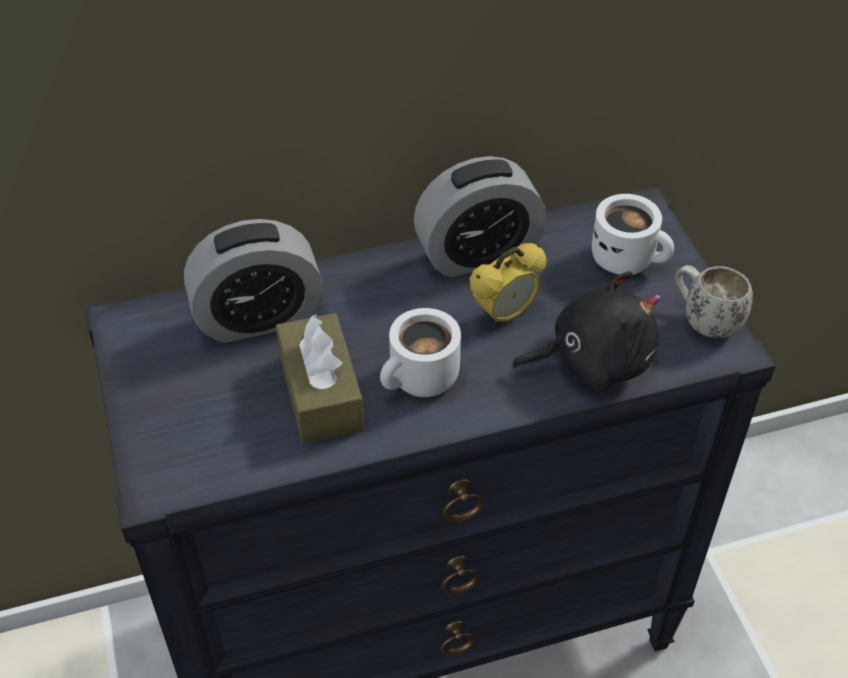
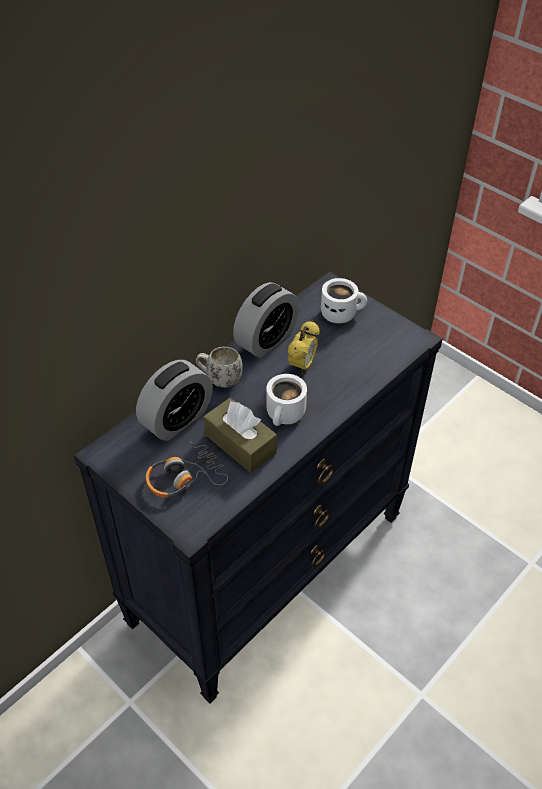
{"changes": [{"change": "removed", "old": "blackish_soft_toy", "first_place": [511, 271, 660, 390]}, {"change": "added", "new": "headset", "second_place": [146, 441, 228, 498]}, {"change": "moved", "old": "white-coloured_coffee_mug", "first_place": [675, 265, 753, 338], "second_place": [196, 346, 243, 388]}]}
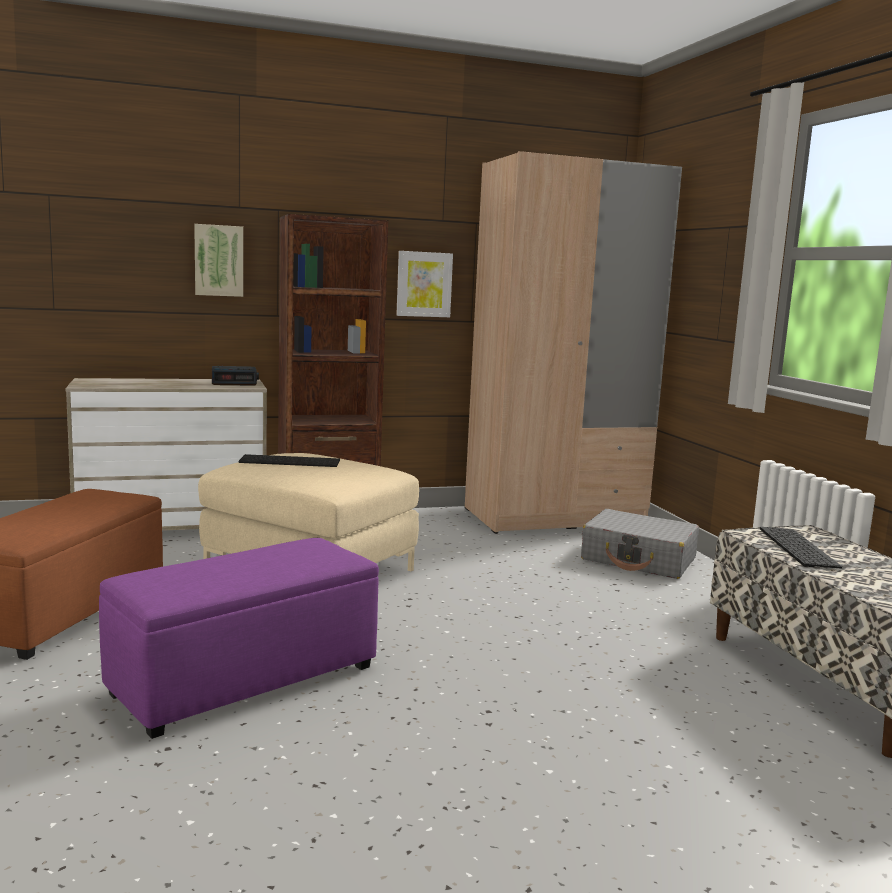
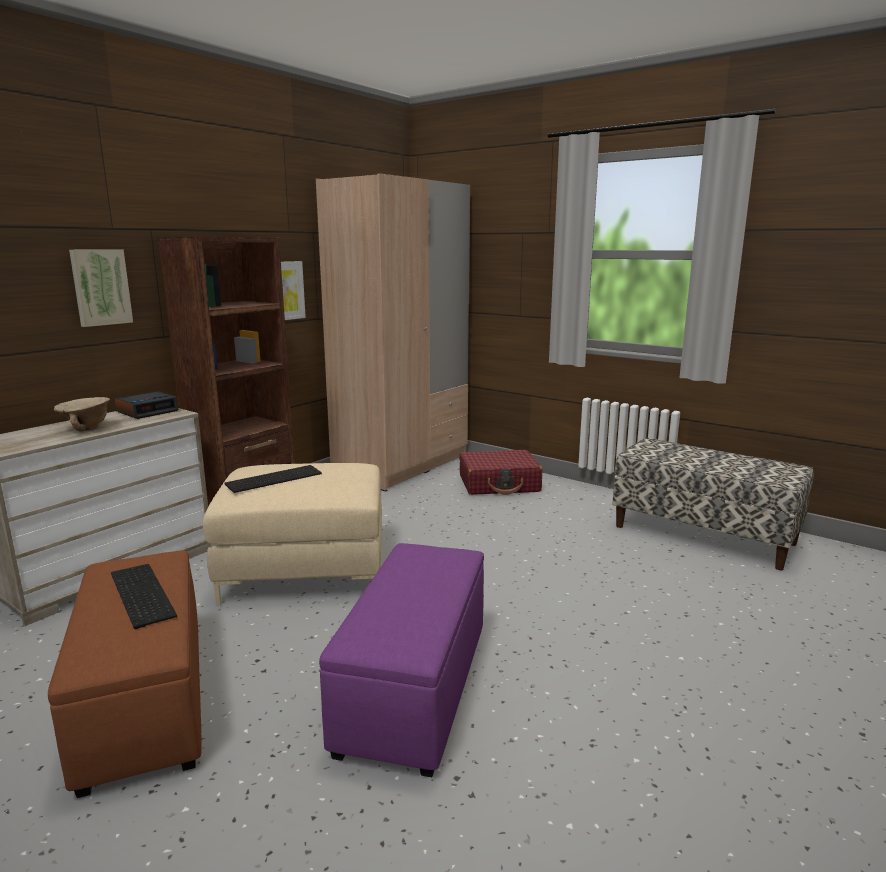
{"changes": [{"change": "added", "new": "sand-coloured_serving_bowl", "second_place": [54, 397, 110, 432]}, {"change": "moved", "old": "PC_keyboard", "first_place": [760, 527, 842, 569], "second_place": [111, 564, 177, 629]}, {"change": "recoloured", "old": "grey_suitcase", "new": "red-coloured_suitcase", "first_place": [581, 509, 699, 579], "second_place": [459, 450, 542, 495]}]}
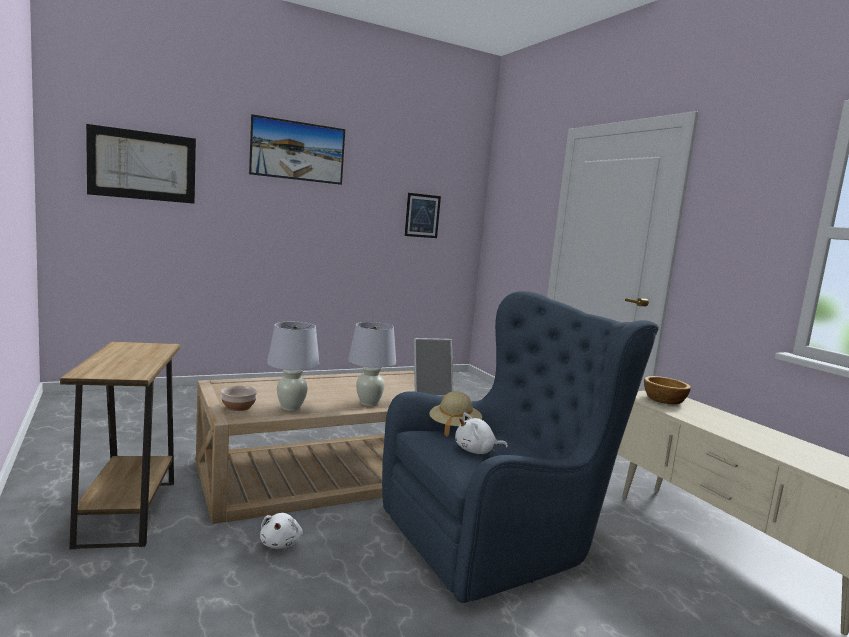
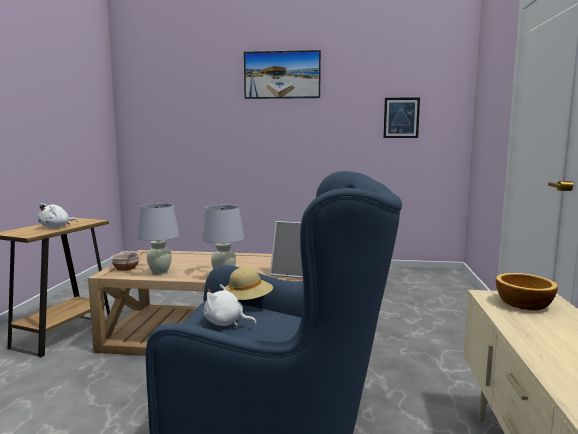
{"changes": [{"change": "removed", "old": "wall_picture", "first_place": [86, 124, 196, 204]}, {"change": "moved", "old": "white-coloured_soft_toy", "first_place": [260, 513, 303, 549], "second_place": [38, 203, 77, 228]}]}
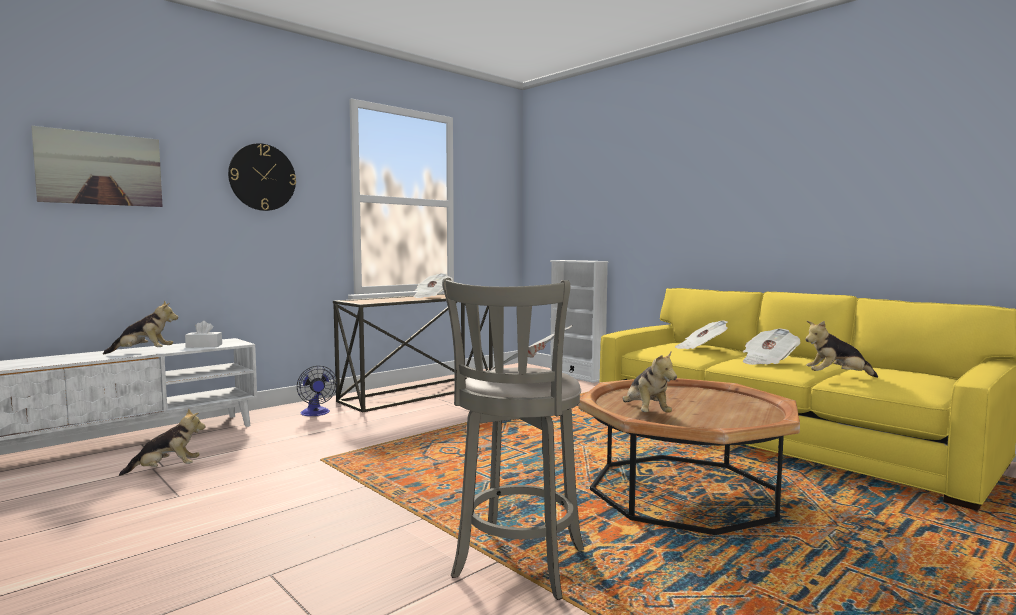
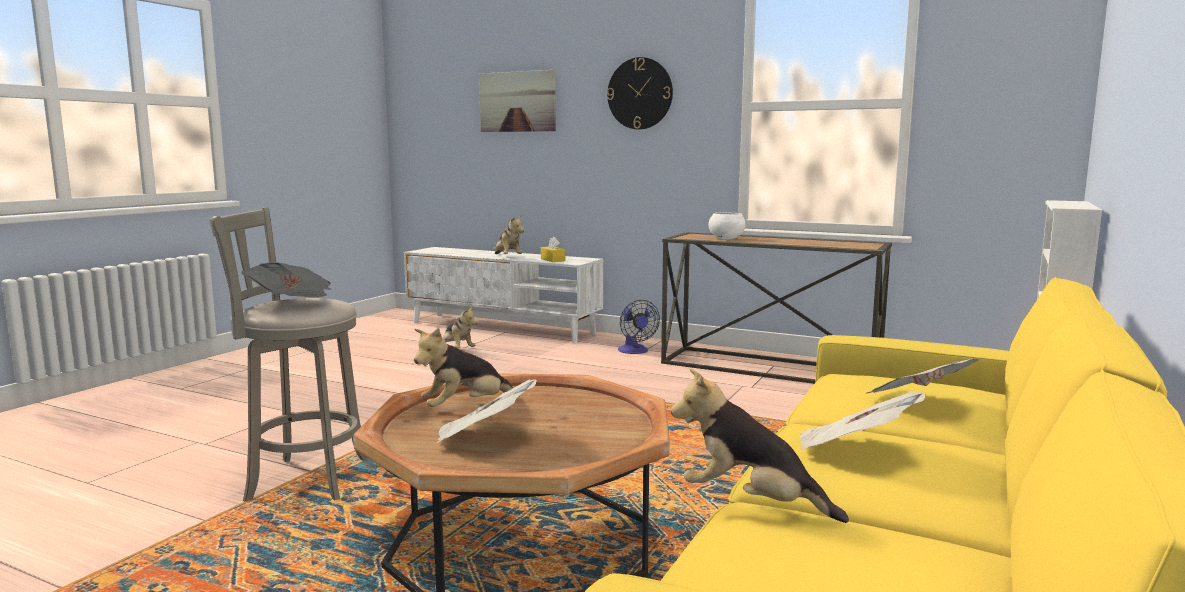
{"changes": [{"change": "added", "new": "white-coloured_serving_bowl", "second_place": [708, 212, 746, 239]}, {"change": "moved", "old": "newspaper", "first_place": [413, 273, 453, 298], "second_place": [436, 379, 537, 443]}, {"change": "recoloured", "old": "white-coloured_box_of_tissues", "new": "yellow_box_of_tissues", "first_place": [185, 321, 222, 348], "second_place": [541, 237, 565, 262]}, {"change": "turned", "old": "electric_fan", "first_place": [297, 366, 338, 416], "second_place": [618, 300, 660, 354], "degrees": -60}, {"change": "turned", "old": "soft_toy", "first_place": [805, 320, 878, 378], "second_place": [671, 368, 849, 523], "degrees": -45}]}
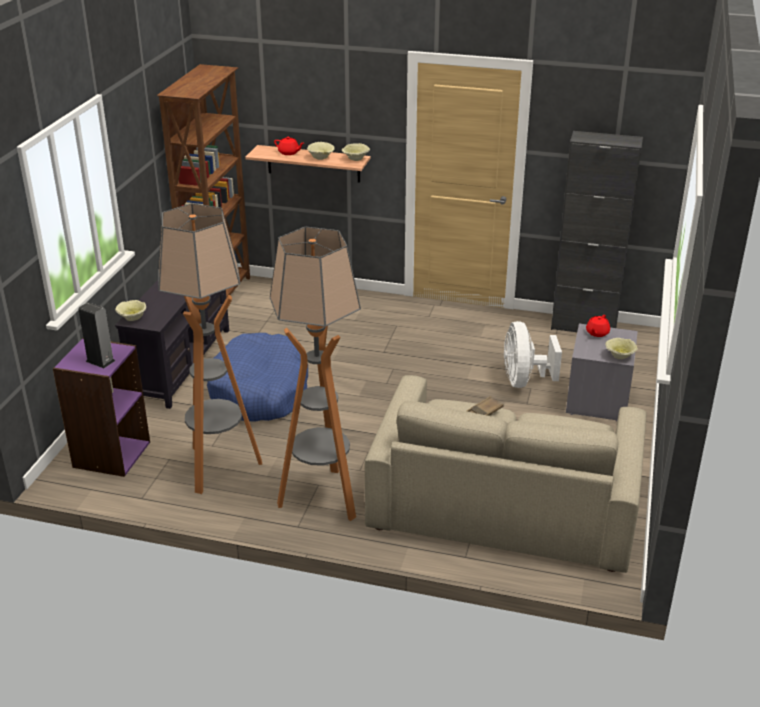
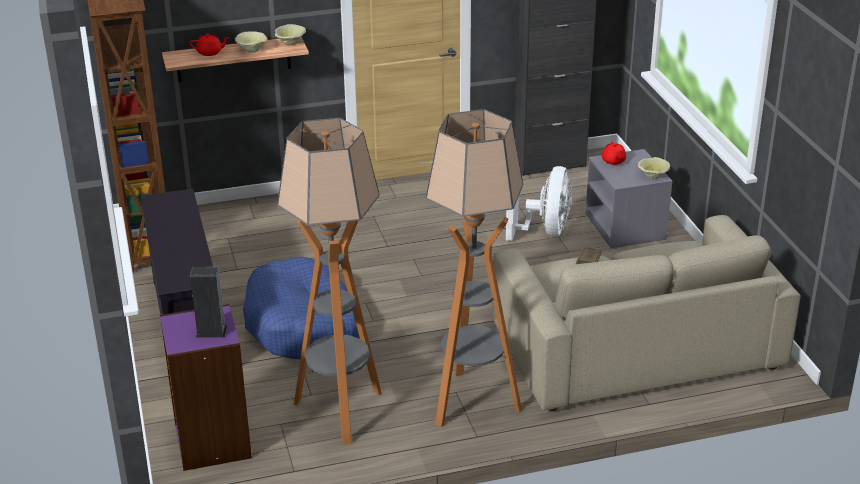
{"changes": [{"change": "removed", "old": "sand-coloured_serving_bowl", "first_place": [115, 300, 146, 321]}, {"change": "turned", "old": "white-coloured_electric_fan", "first_place": [504, 321, 562, 388], "second_place": [506, 166, 572, 241], "degrees": -135}]}
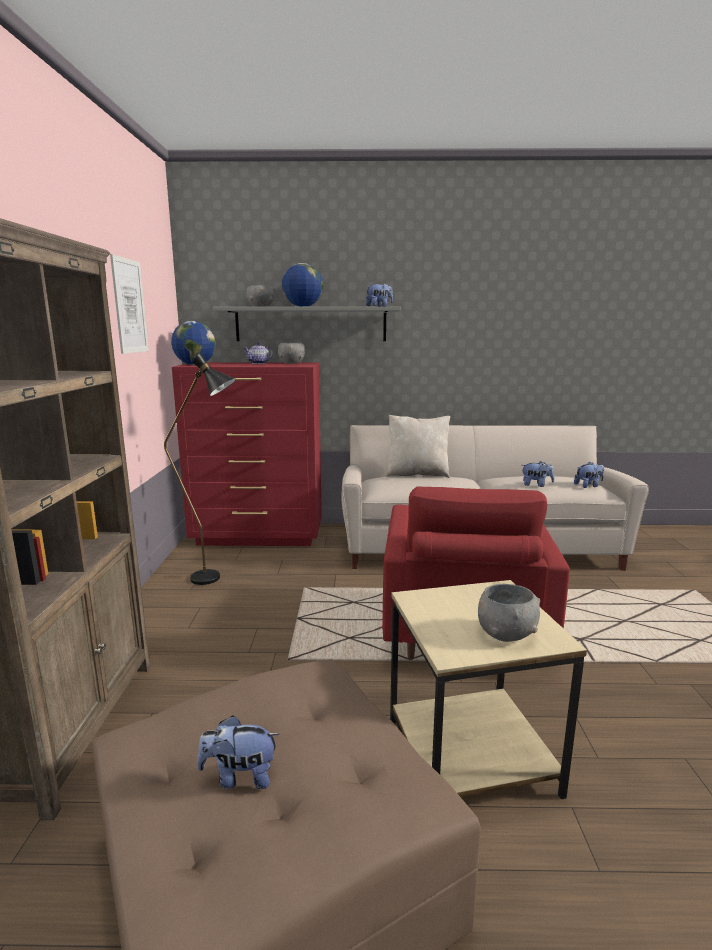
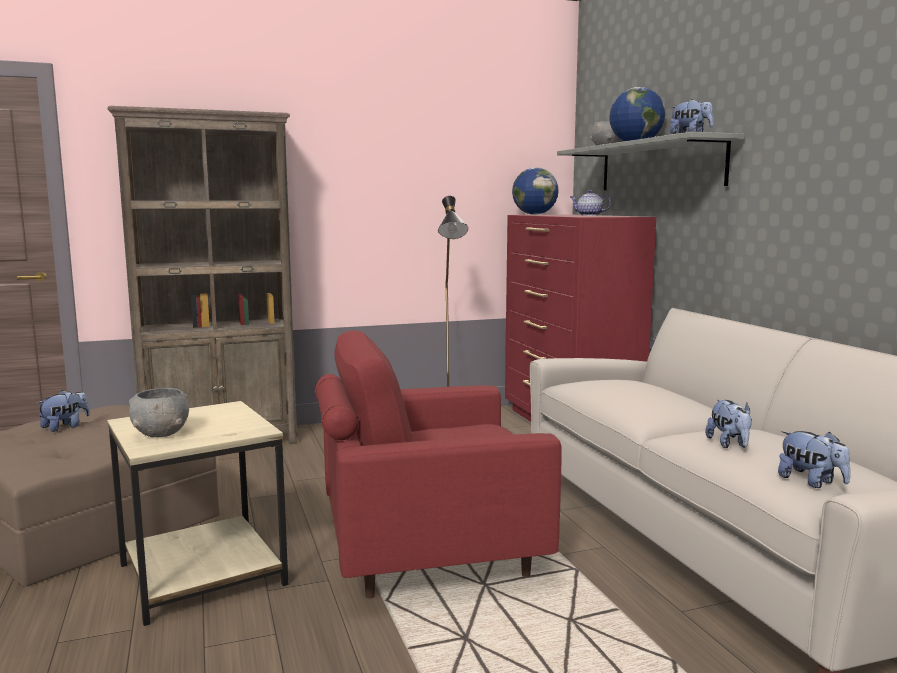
{"changes": [{"change": "removed", "old": "wall_picture", "first_place": [110, 254, 149, 354]}, {"change": "removed", "old": "grey_serving_bowl", "first_place": [278, 342, 305, 364]}, {"change": "removed", "old": "sand-coloured_pillow", "first_place": [386, 415, 450, 478]}, {"change": "turned", "old": "soft_toy", "first_place": [197, 715, 279, 789], "second_place": [37, 390, 90, 432], "degrees": 60}]}
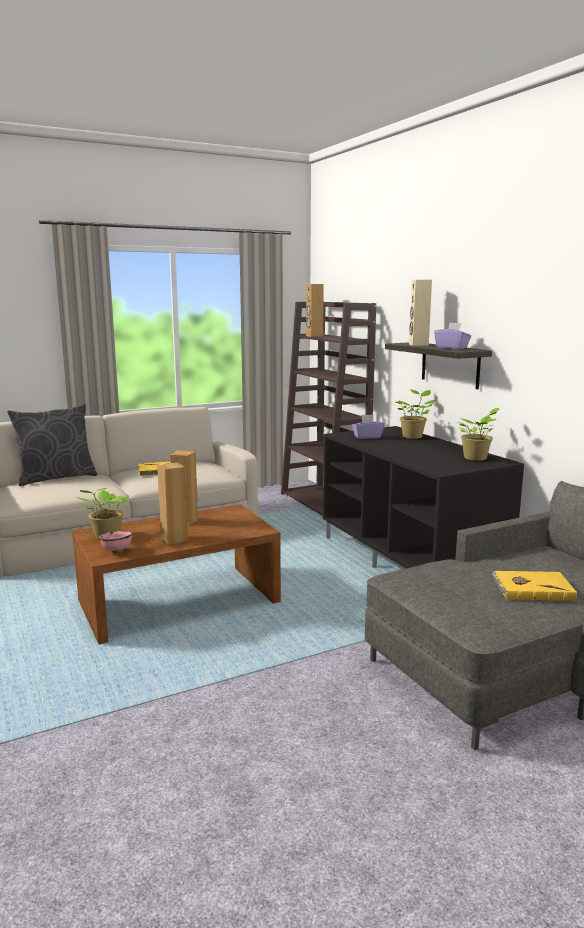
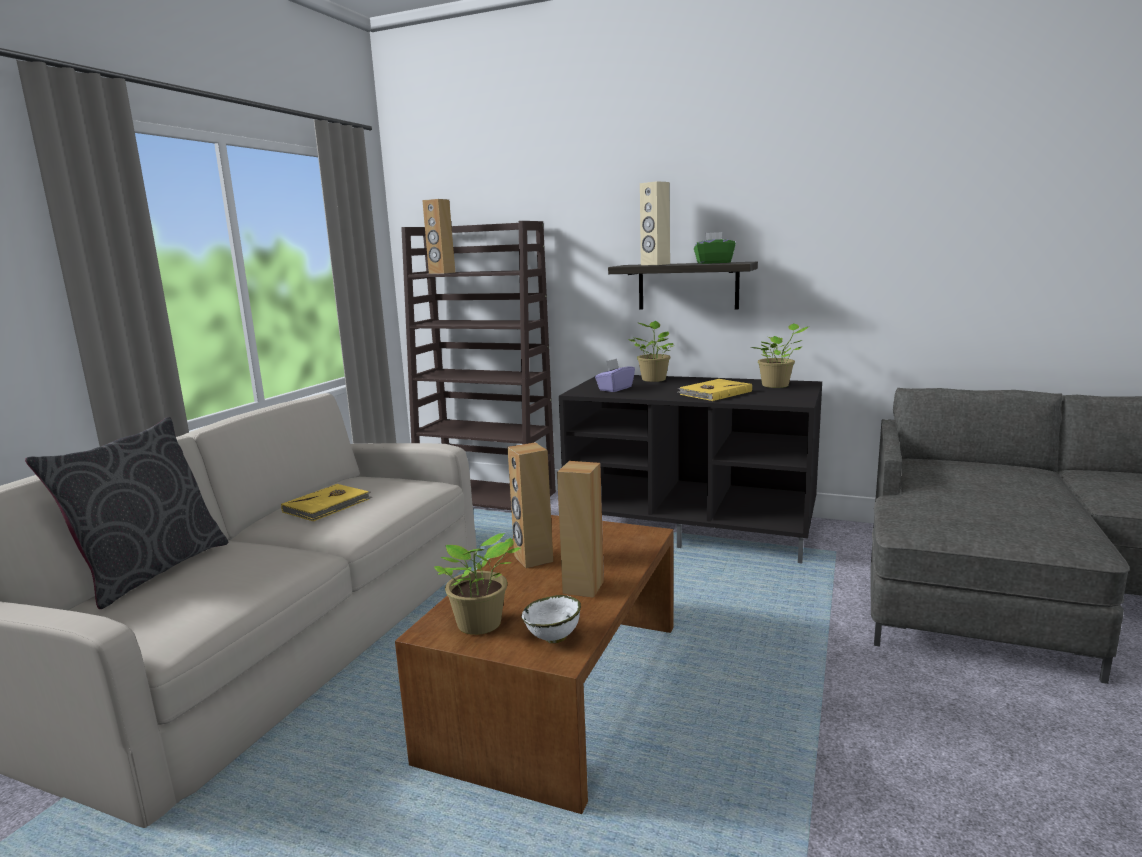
{"changes": [{"change": "moved", "old": "yellow_bound_book", "first_place": [492, 571, 577, 601], "second_place": [678, 379, 752, 401]}, {"change": "recoloured", "old": "pink_serving_bowl", "new": "white-coloured_serving_bowl", "first_place": [99, 530, 133, 553], "second_place": [521, 595, 581, 643]}, {"change": "recoloured", "old": "purplish_box_of_tissues", "new": "green-coloured_box_of_tissues", "first_place": [434, 323, 471, 349], "second_place": [694, 232, 736, 264]}]}
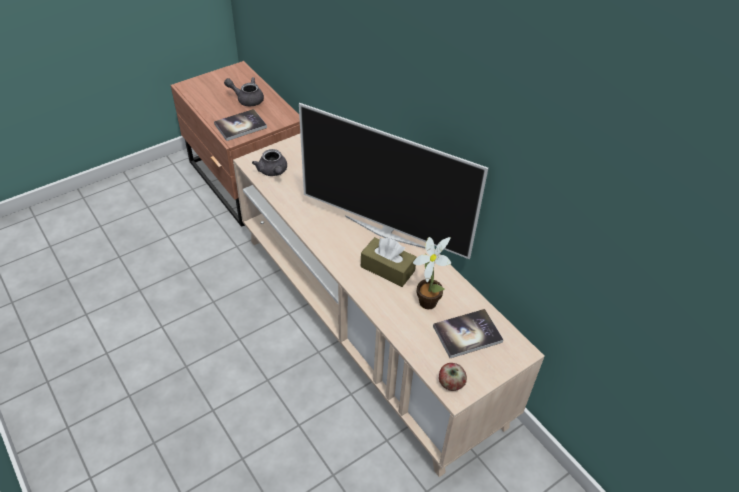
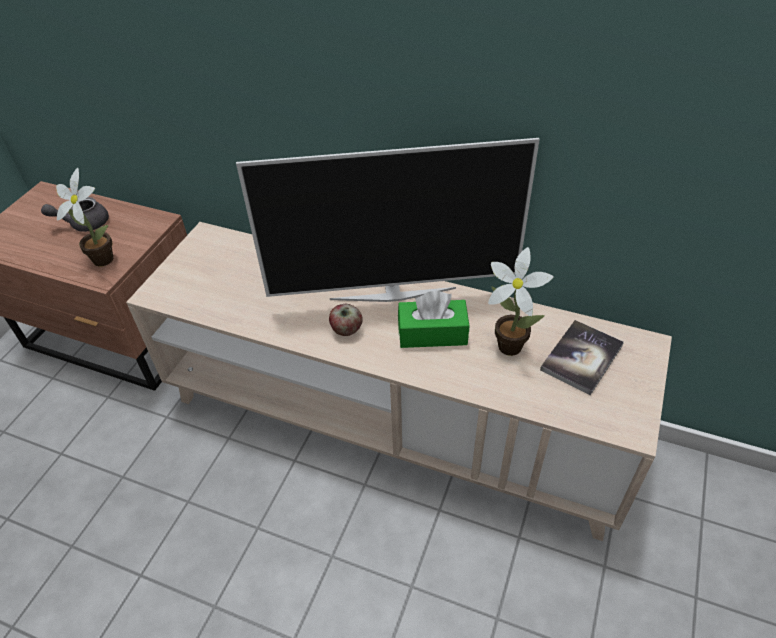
{"changes": [{"change": "removed", "old": "grey_pot_for_tea", "first_place": [252, 149, 287, 176]}, {"change": "moved", "old": "apple_fruit", "first_place": [439, 363, 467, 391], "second_place": [329, 304, 363, 336]}, {"change": "replaced", "old": "bound_book", "new": "potted_plant", "first_place": [214, 109, 267, 141], "second_place": [56, 168, 114, 266]}, {"change": "recoloured", "old": "brown-coloured_box_of_tissues", "new": "green-coloured_box_of_tissues", "first_place": [361, 237, 417, 287], "second_place": [398, 291, 469, 348]}]}
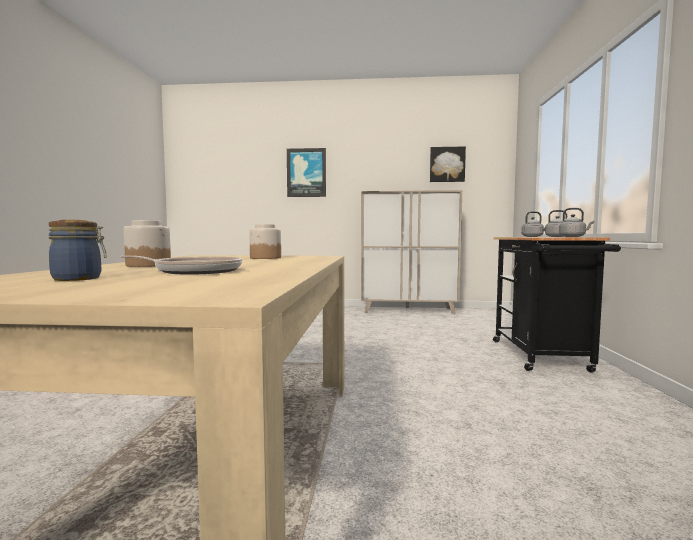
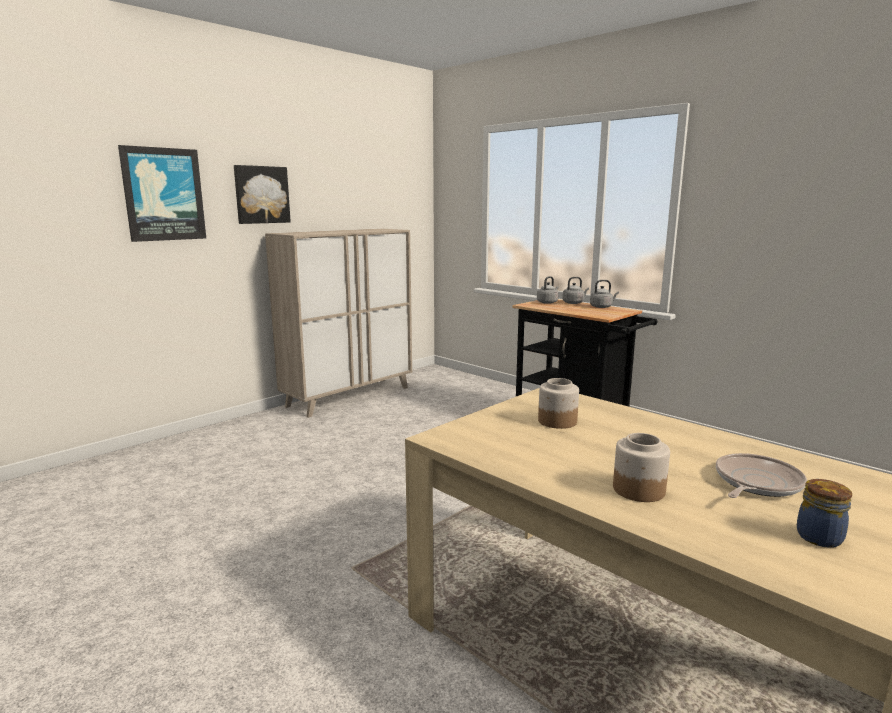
{"changes": [{"change": "moved", "old": "wall_picture", "first_place": [430, 146, 466, 182], "second_place": [234, 165, 291, 224]}]}
